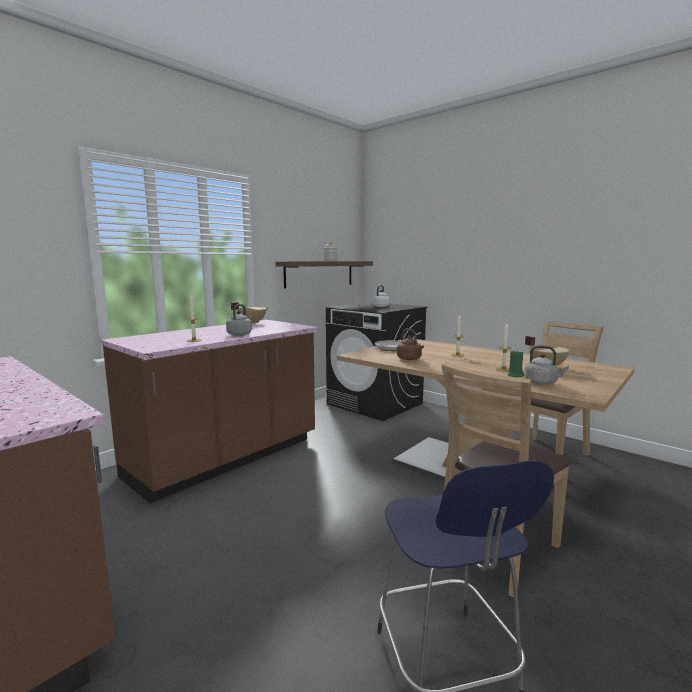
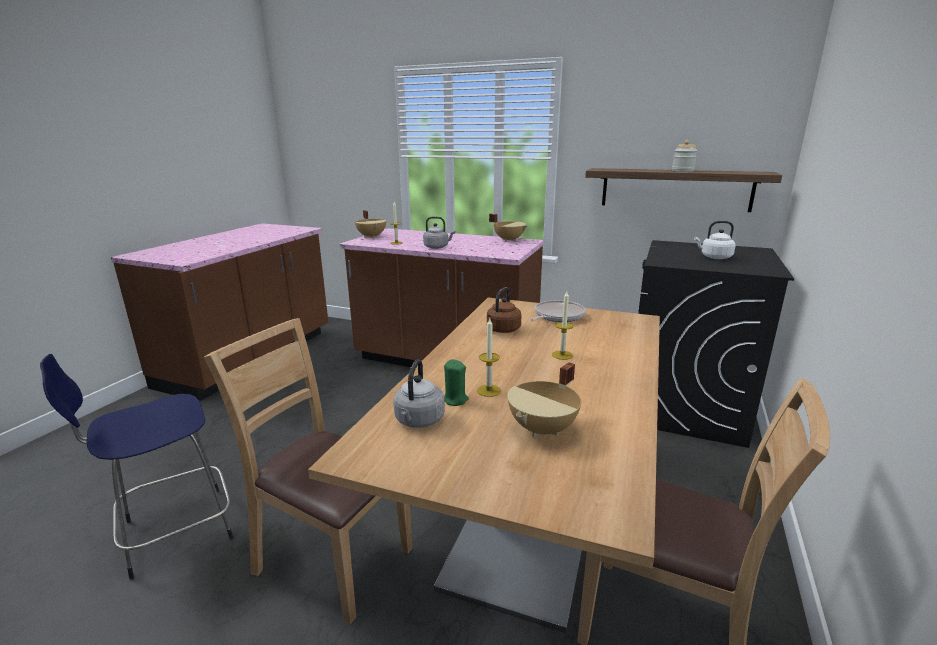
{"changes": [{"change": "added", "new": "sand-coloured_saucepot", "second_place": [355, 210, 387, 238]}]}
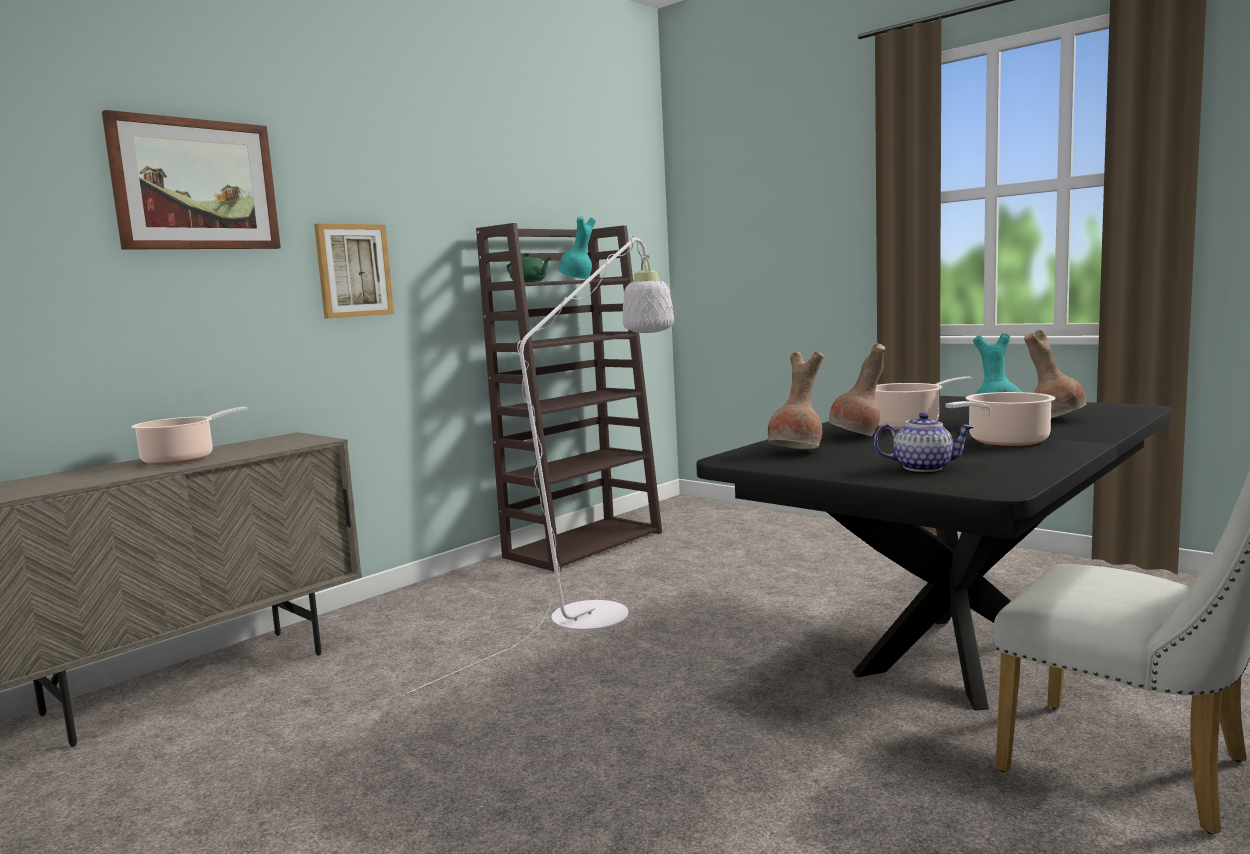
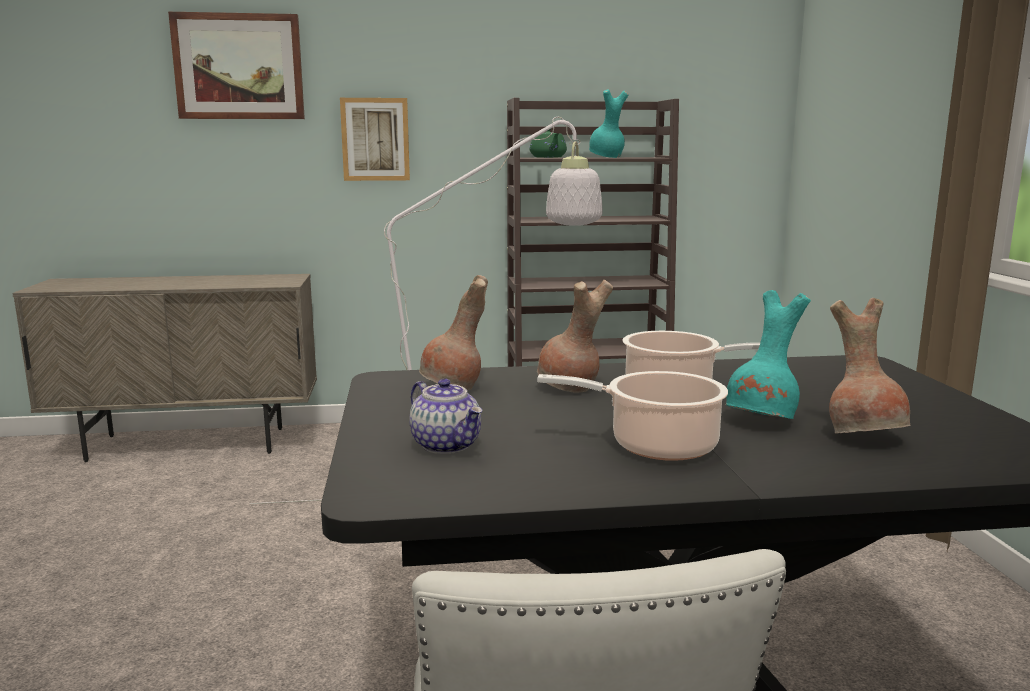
{"changes": [{"change": "removed", "old": "saucepot", "first_place": [131, 407, 247, 465]}]}
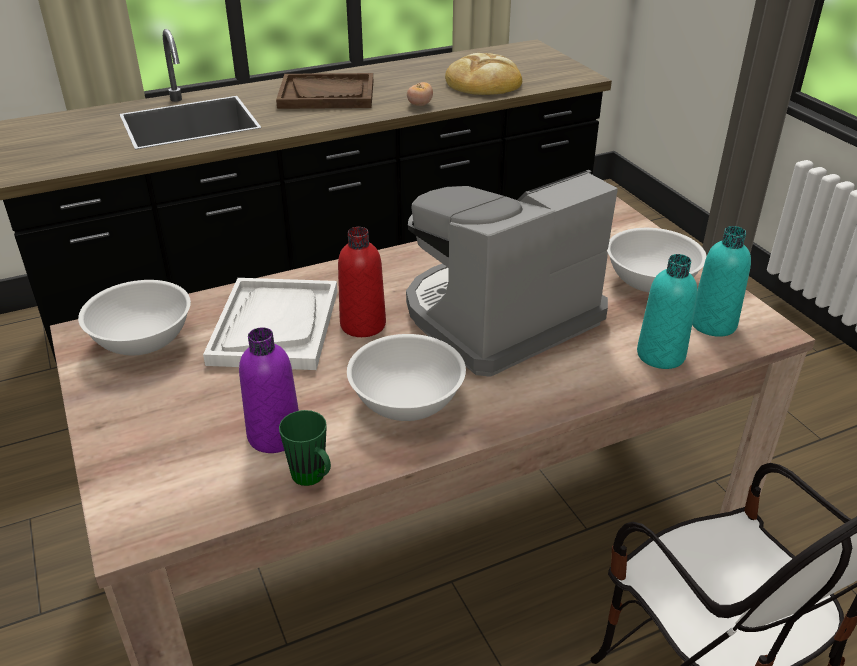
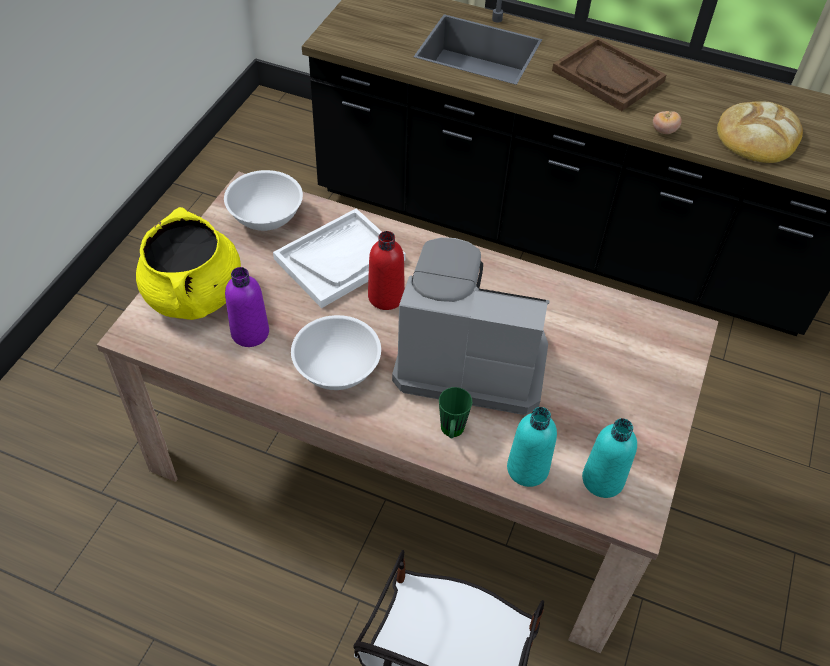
{"changes": [{"change": "removed", "old": "white-coloured_serving_bowl", "first_place": [607, 228, 707, 292]}, {"change": "added", "new": "yellow_saucepot", "second_place": [136, 207, 241, 320]}, {"change": "moved", "old": "green-coloured_coffee_mug", "first_place": [279, 410, 331, 486], "second_place": [439, 387, 472, 439]}]}
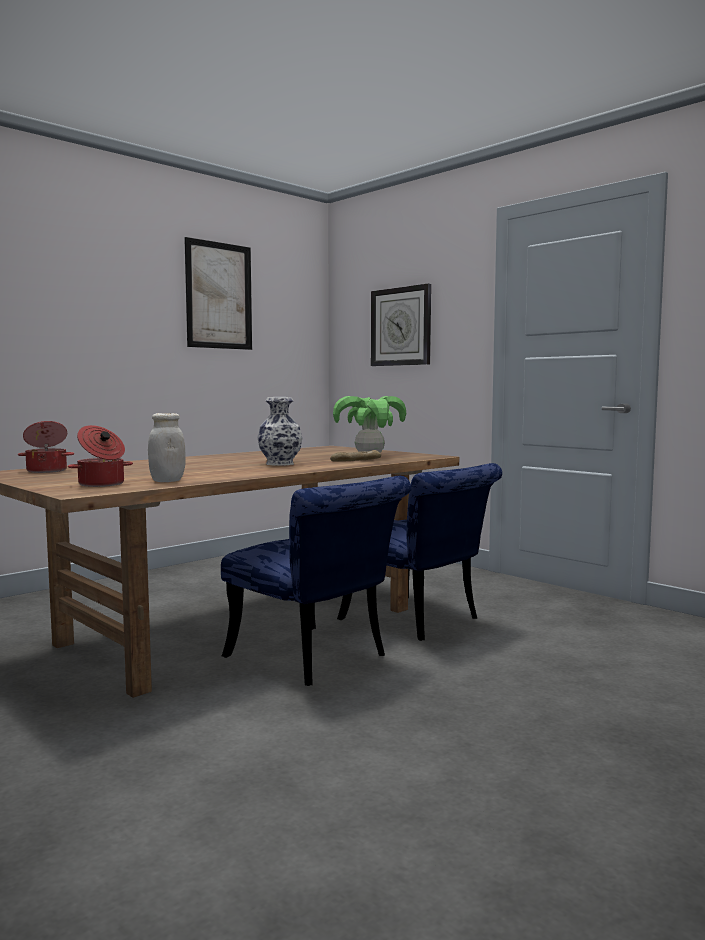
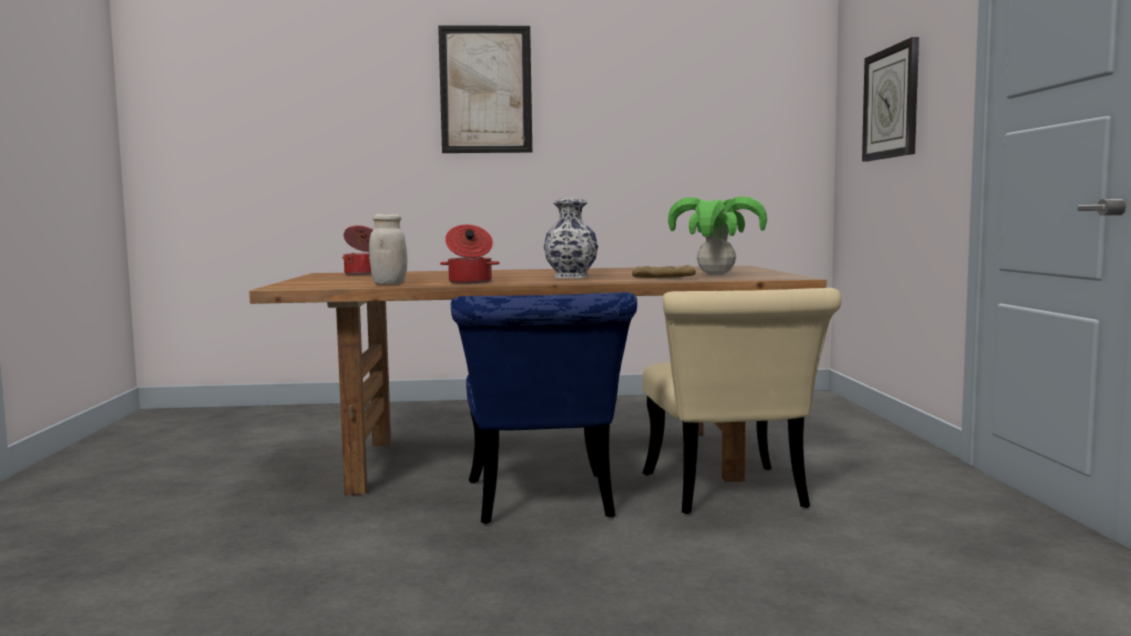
{"changes": [{"change": "moved", "old": "saucepot", "first_place": [68, 425, 133, 487], "second_place": [440, 225, 500, 284]}, {"change": "moved", "old": "wall_picture", "first_place": [184, 237, 252, 350], "second_place": [438, 26, 532, 153]}, {"change": "recoloured", "old": "blue-coloured_chair", "new": "sand-coloured_chair", "first_place": [337, 463, 502, 641], "second_place": [642, 288, 841, 514]}]}
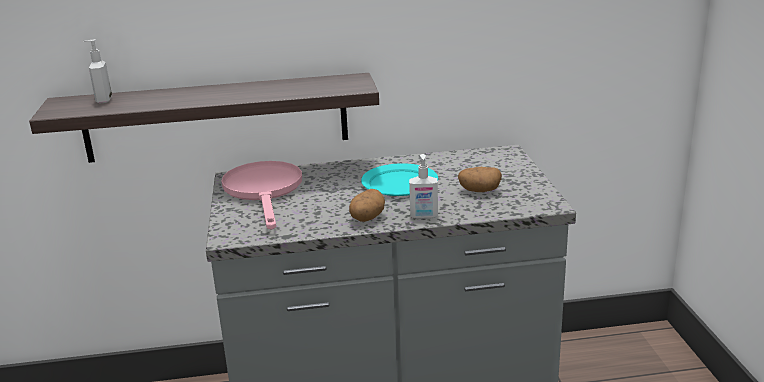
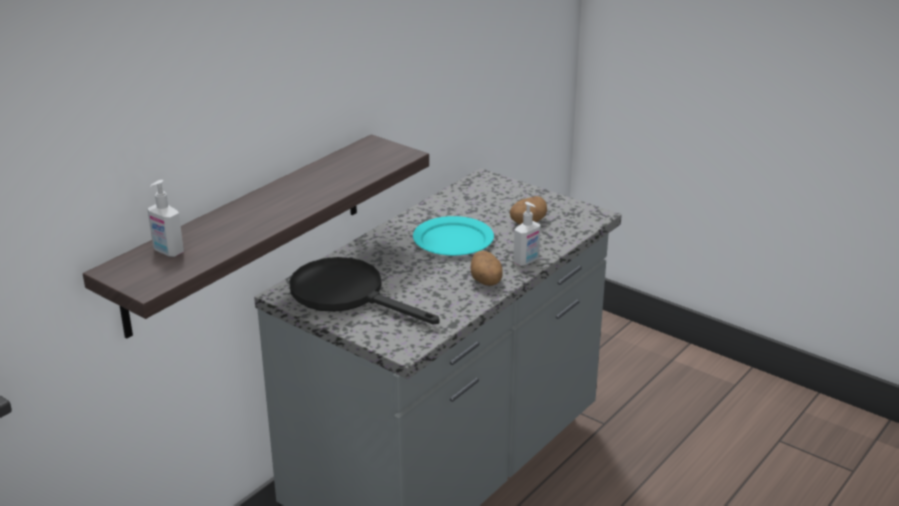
{"changes": [{"change": "recoloured", "old": "pink_frying_pan", "new": "blackish_frying_pan", "first_place": [221, 161, 302, 230], "second_place": [289, 257, 440, 324]}]}
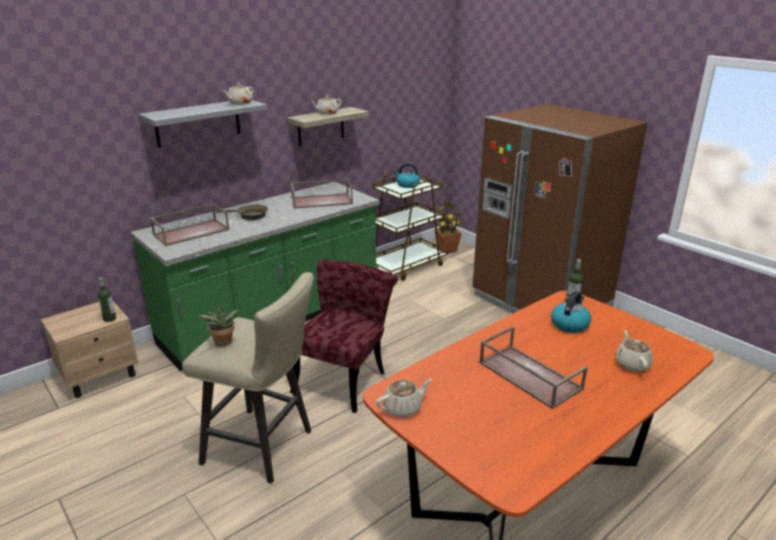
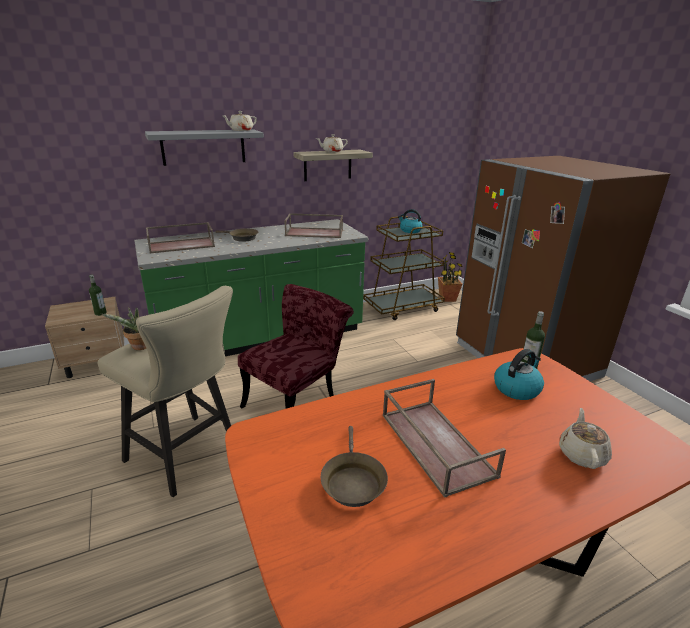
{"changes": [{"change": "removed", "old": "sand-coloured_pot_for_tea", "first_place": [376, 379, 432, 417]}, {"change": "added", "new": "brown-coloured_frying_pan", "second_place": [321, 426, 388, 507]}]}
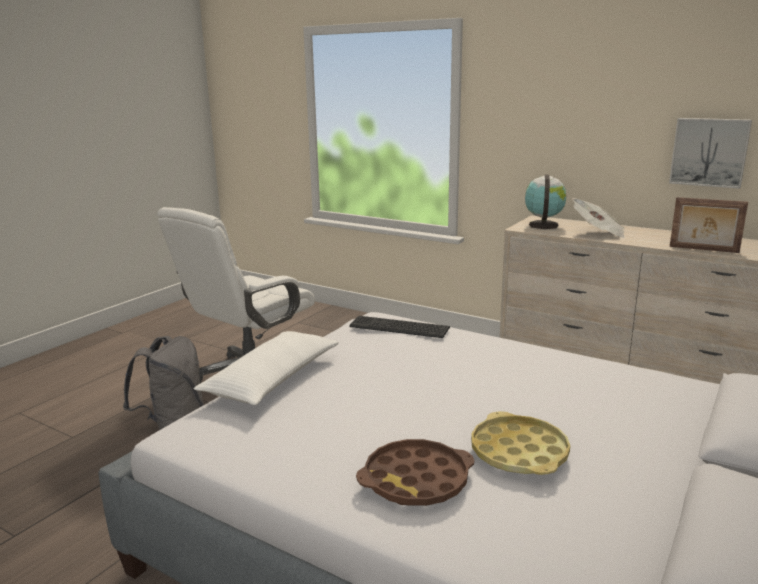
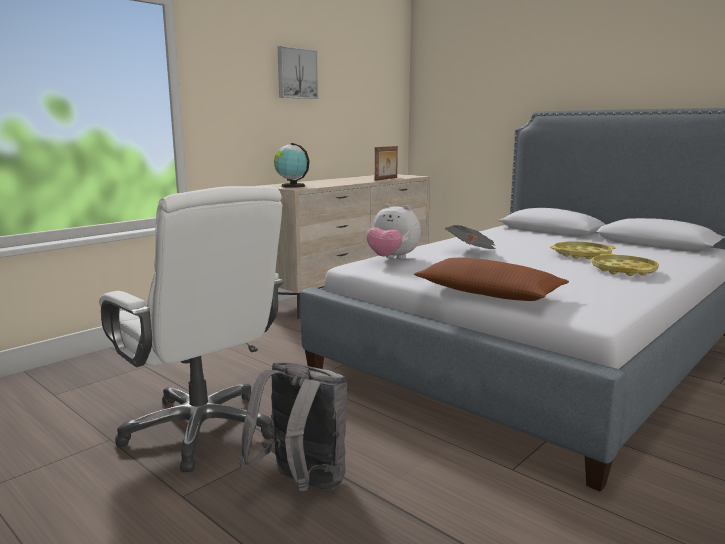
{"changes": [{"change": "moved", "old": "newspaper", "first_place": [572, 198, 625, 238], "second_place": [445, 225, 496, 249]}, {"change": "moved", "old": "wall_picture", "first_place": [669, 118, 752, 189], "second_place": [278, 46, 318, 99]}, {"change": "replaced", "old": "PC_keyboard", "new": "soft_toy", "first_place": [350, 316, 450, 338], "second_place": [366, 204, 421, 259]}, {"change": "recoloured", "old": "white-coloured_pillow", "new": "brown-coloured_pillow", "first_place": [194, 331, 339, 405], "second_place": [414, 258, 569, 301]}, {"change": "recoloured", "old": "brown-coloured_serving_tray", "new": "yellow_serving_tray", "first_place": [356, 439, 474, 506], "second_place": [591, 254, 659, 276]}]}
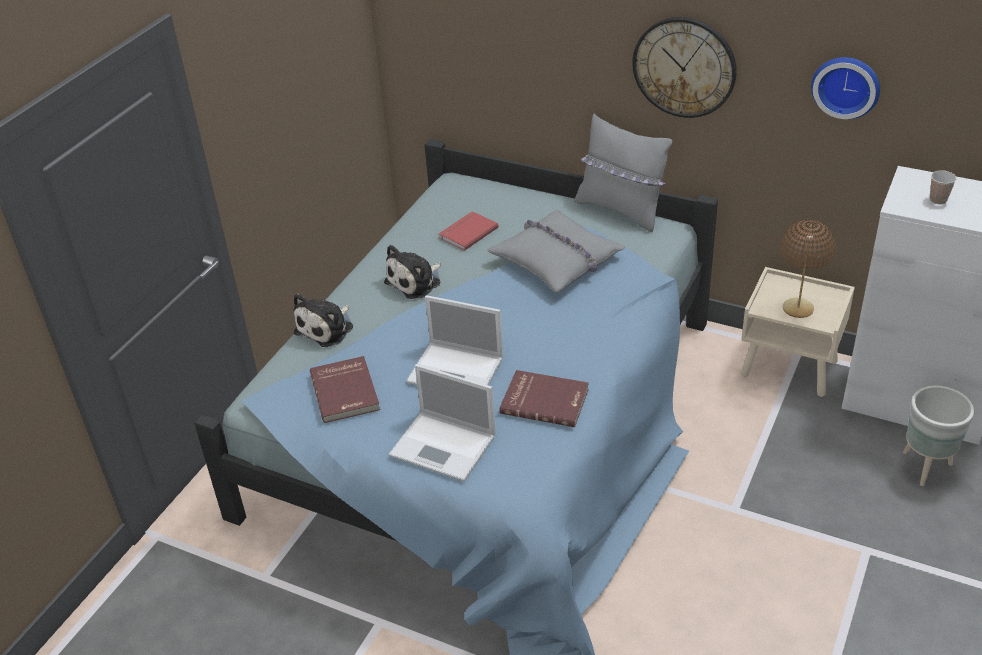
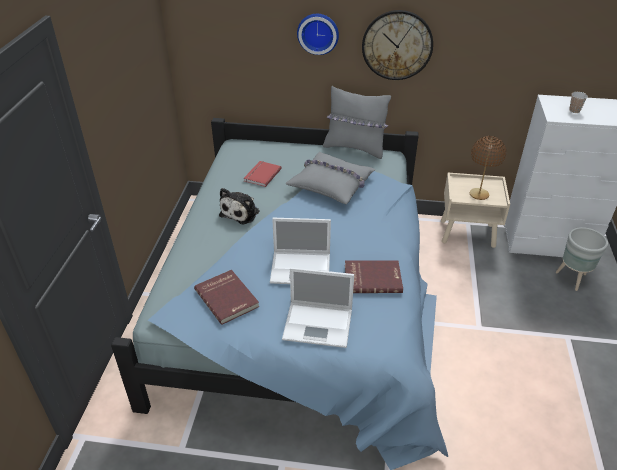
{"changes": [{"change": "removed", "old": "soft_toy", "first_place": [294, 293, 353, 347]}, {"change": "moved", "old": "clock_on_the_wall", "first_place": [811, 57, 880, 119], "second_place": [297, 14, 339, 55]}]}
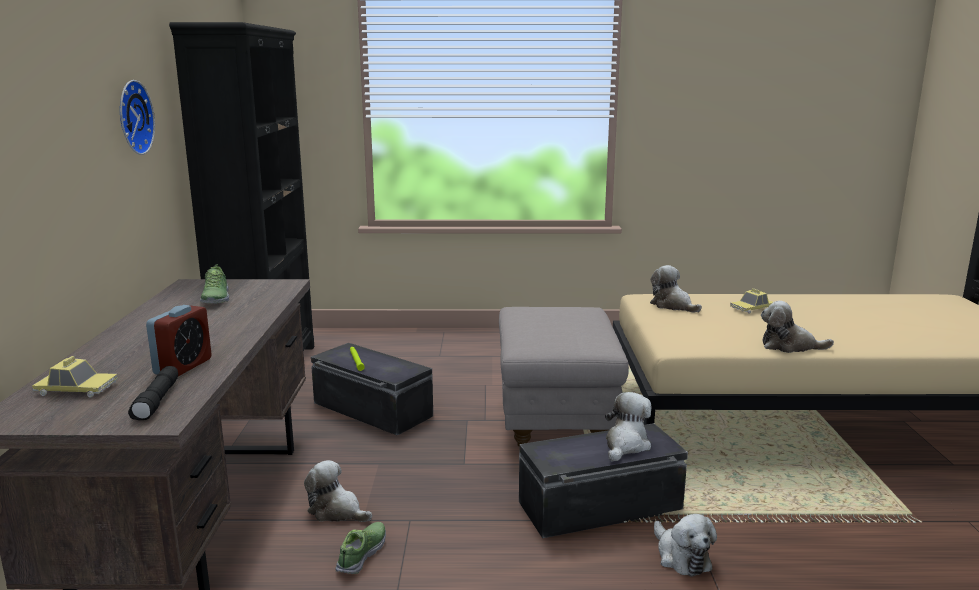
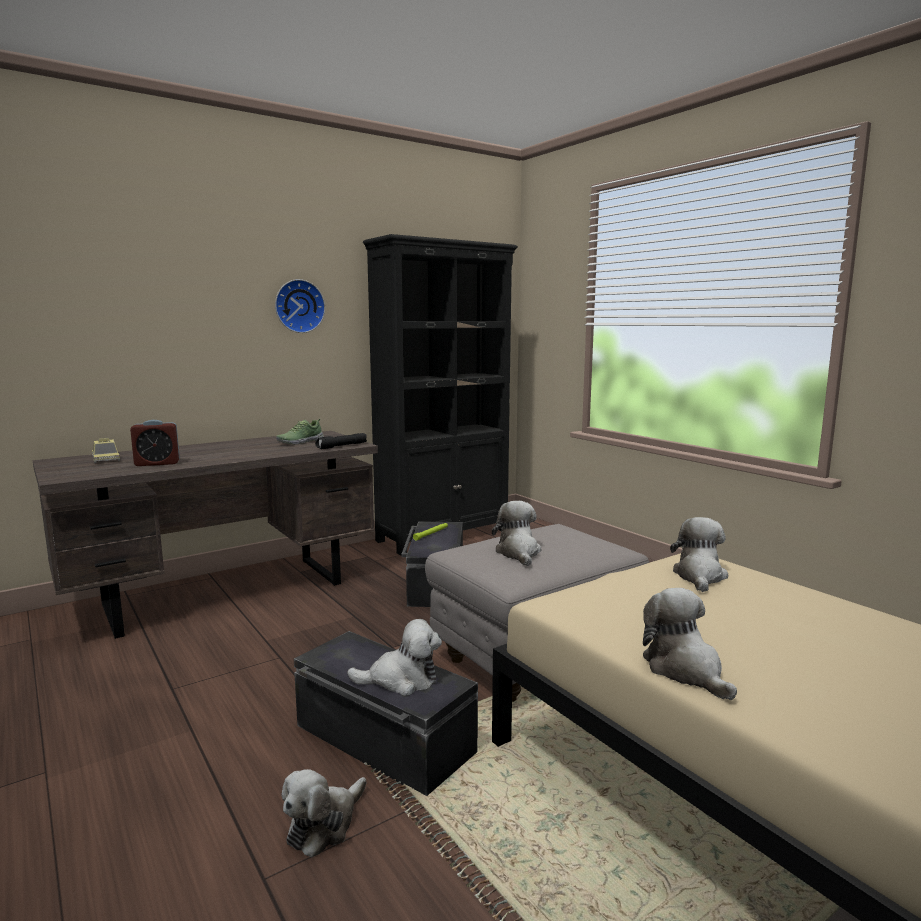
{"changes": [{"change": "removed", "old": "low_shoe", "first_place": [336, 522, 386, 574]}, {"change": "removed", "old": "miniature_car", "first_place": [730, 288, 773, 314]}, {"change": "moved", "old": "blackish_torch", "first_place": [128, 366, 178, 420], "second_place": [315, 433, 367, 449]}, {"change": "moved", "old": "soft_toy", "first_place": [304, 460, 372, 522], "second_place": [492, 501, 541, 566]}]}
